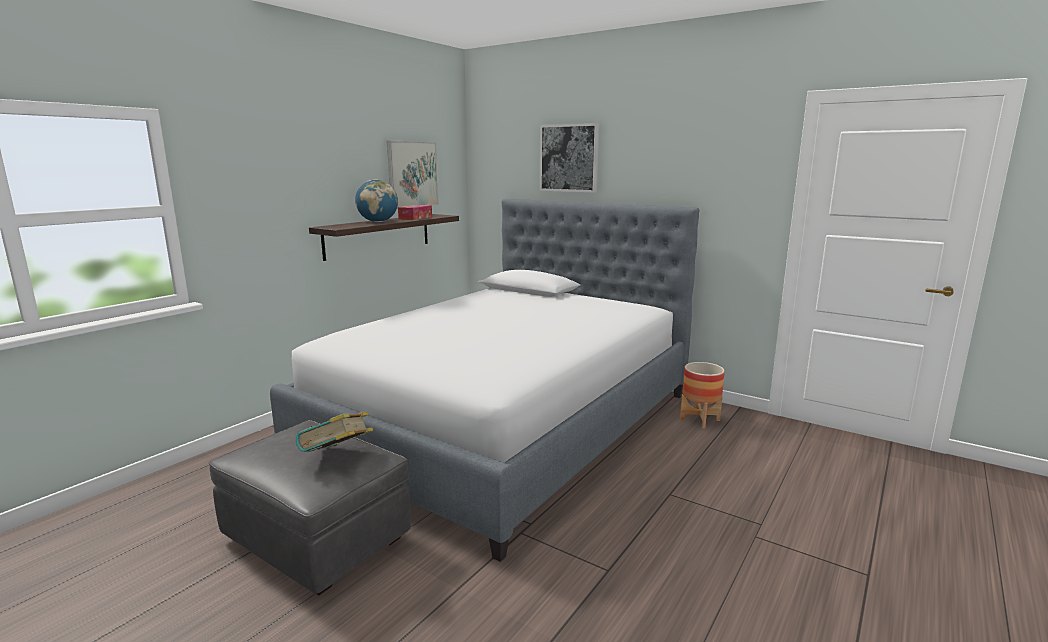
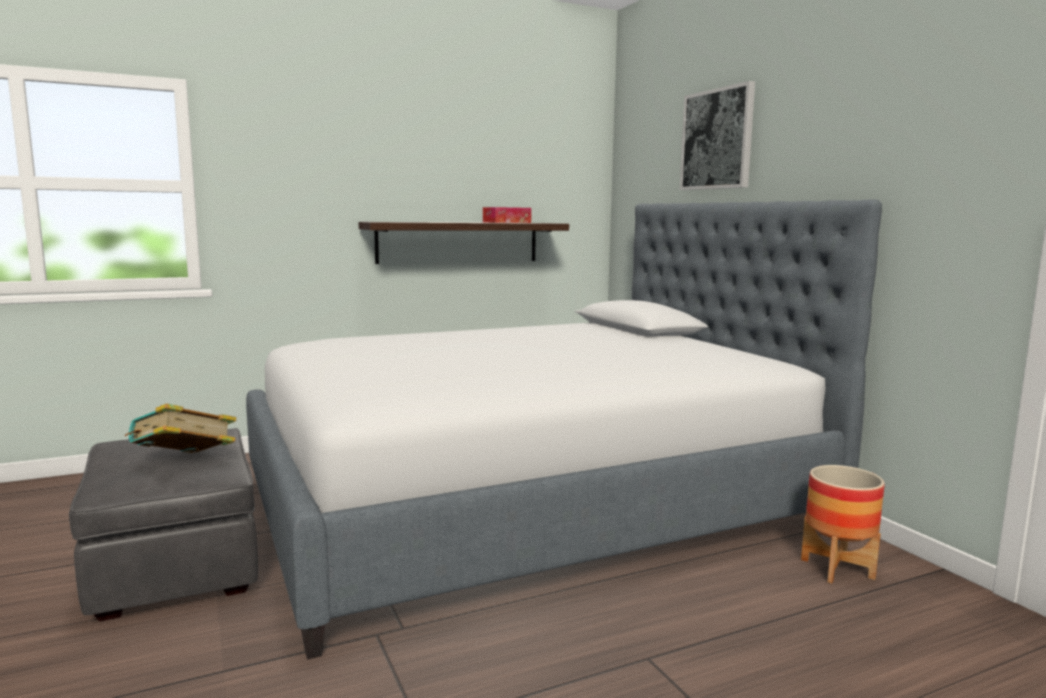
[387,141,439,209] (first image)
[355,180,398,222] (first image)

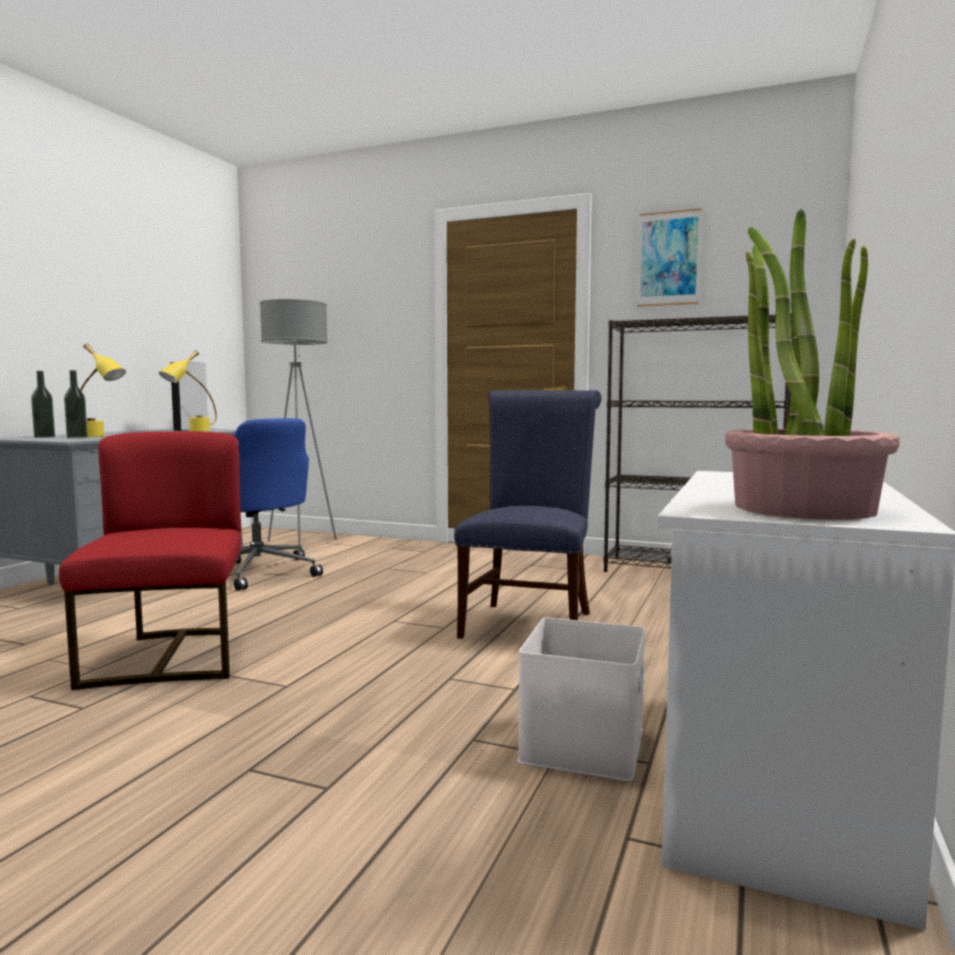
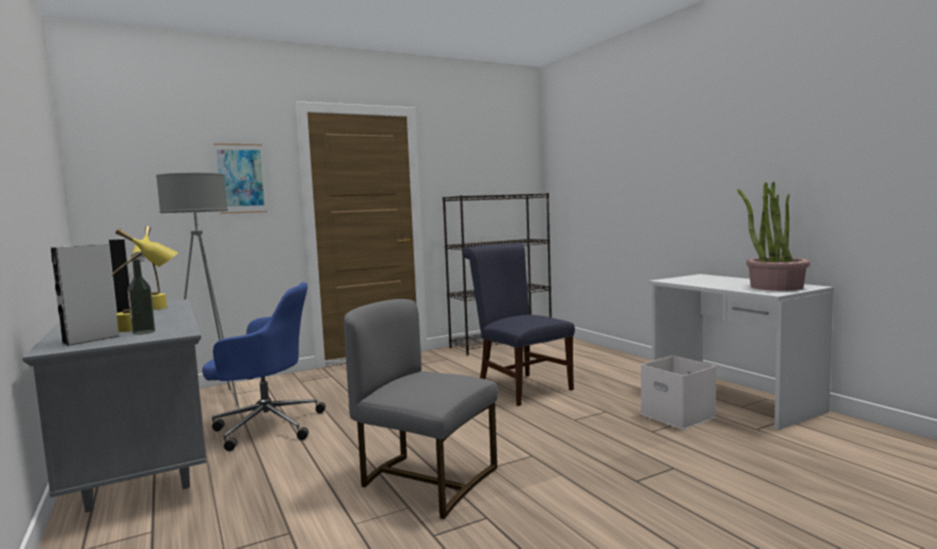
[214,143,267,214]
[51,244,119,346]
[344,299,498,519]

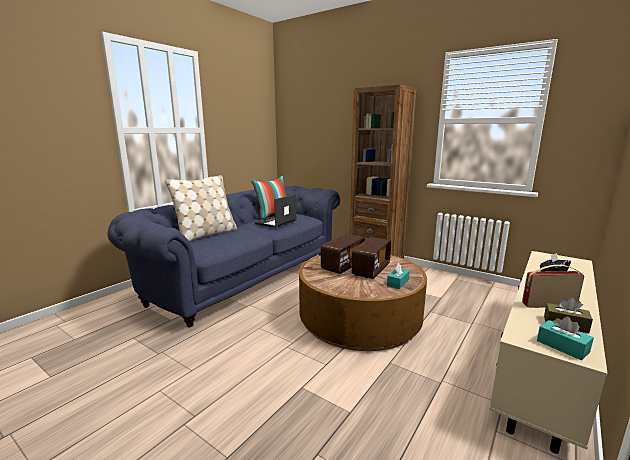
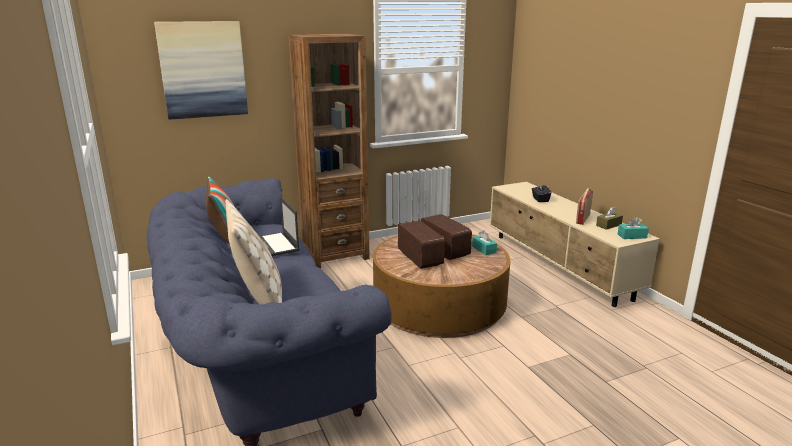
[154,21,248,120]

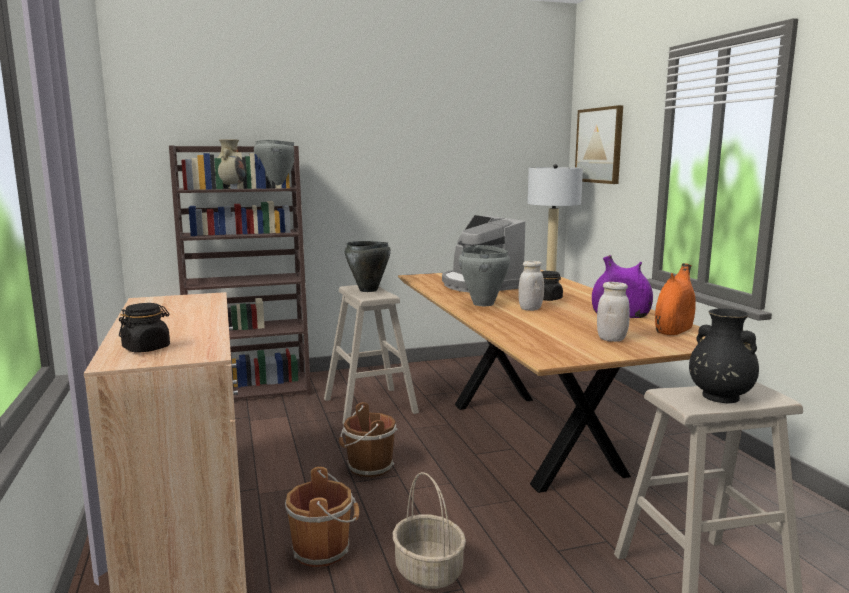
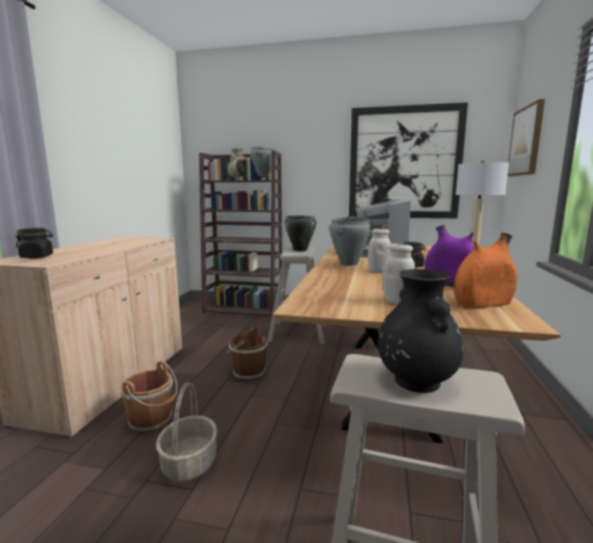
[349,102,468,218]

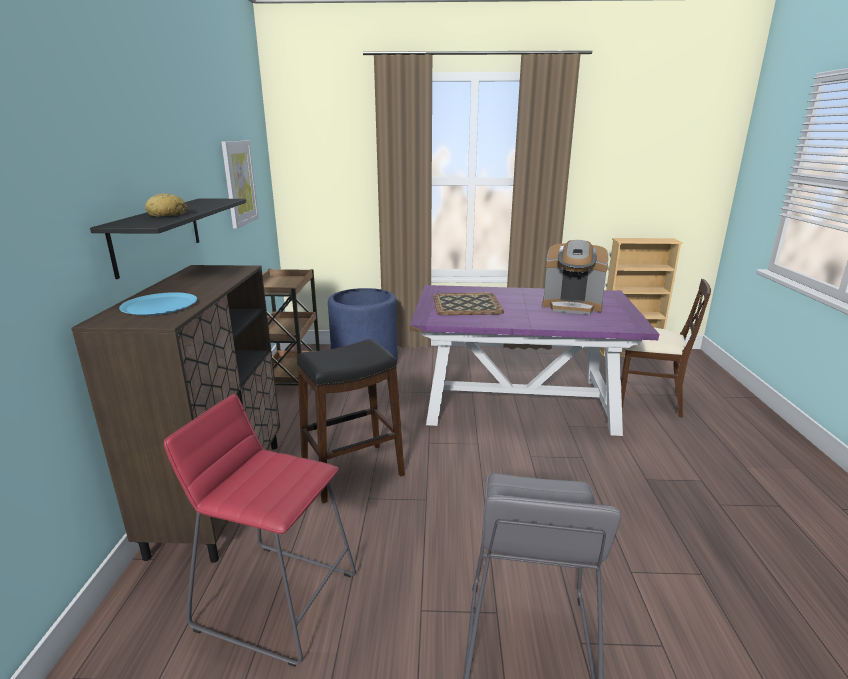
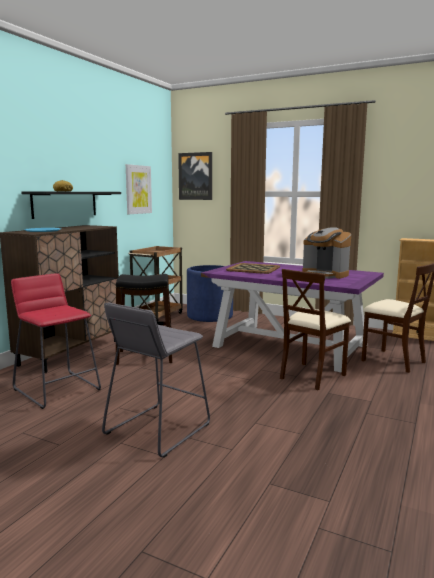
[178,152,212,200]
[280,269,351,390]

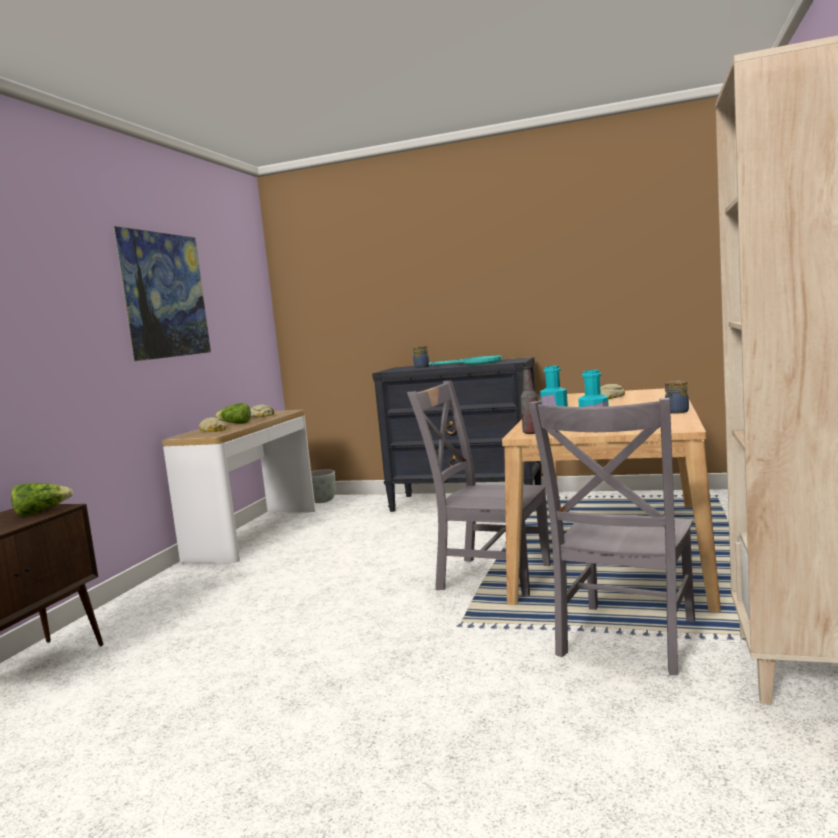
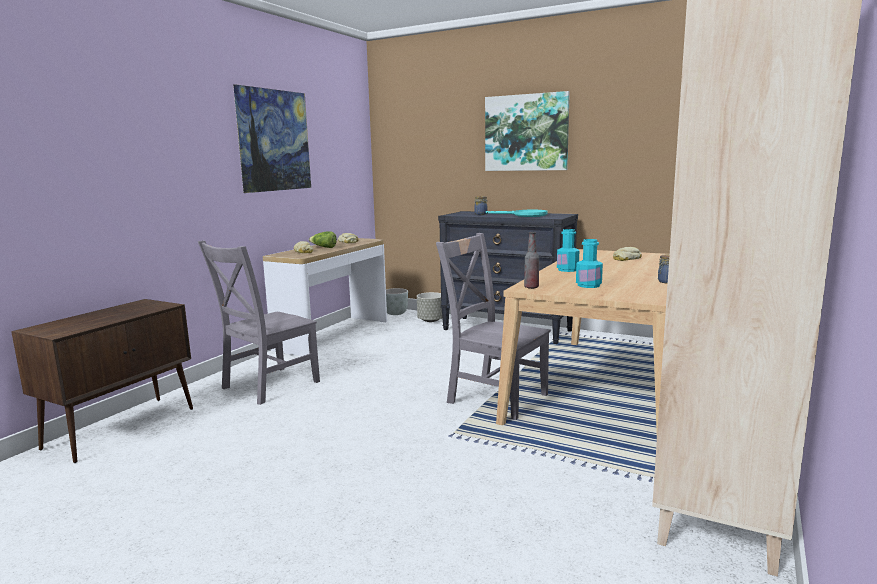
[198,241,320,405]
[11,483,73,516] (first image)
[485,91,570,171]
[417,292,442,322]

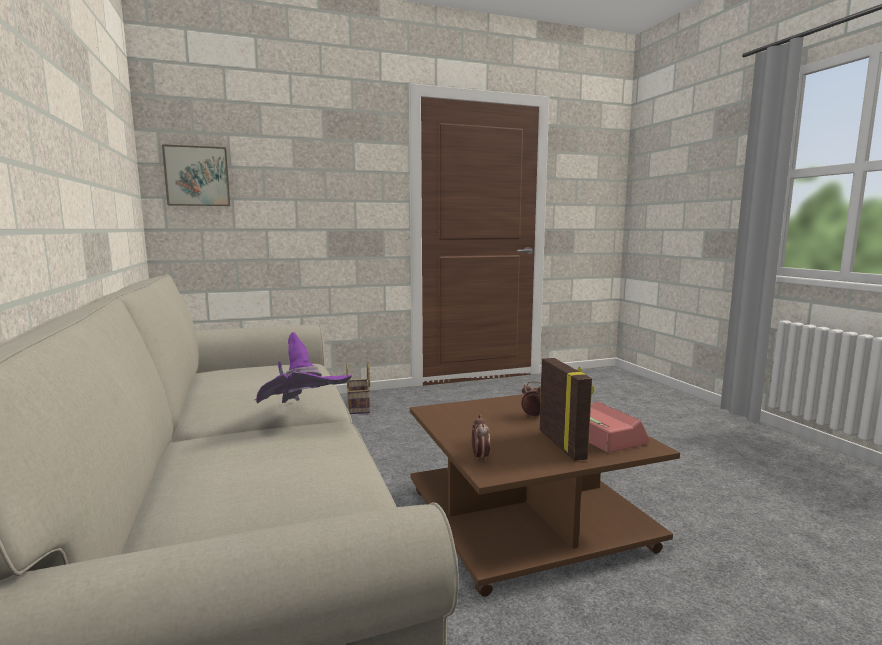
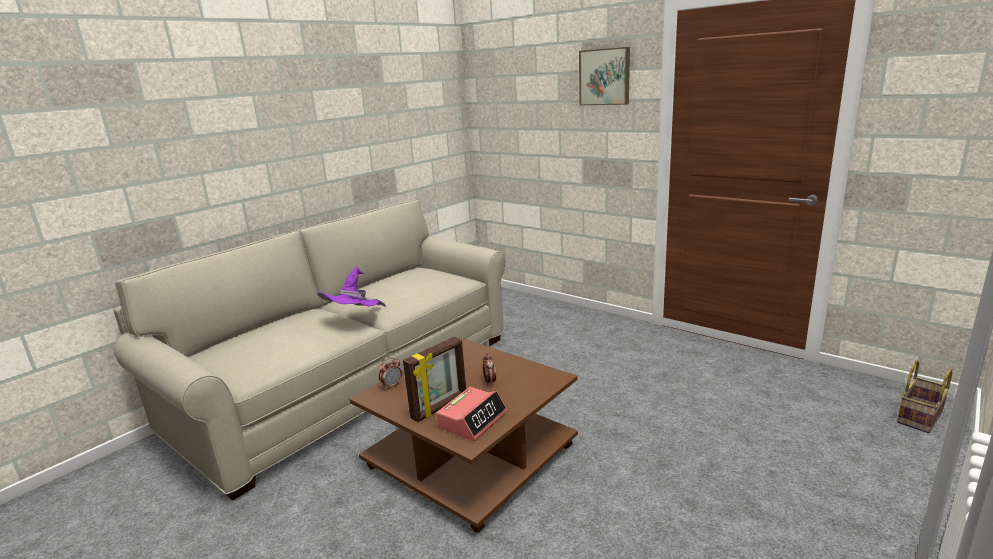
[579,47,630,105]
[897,360,952,433]

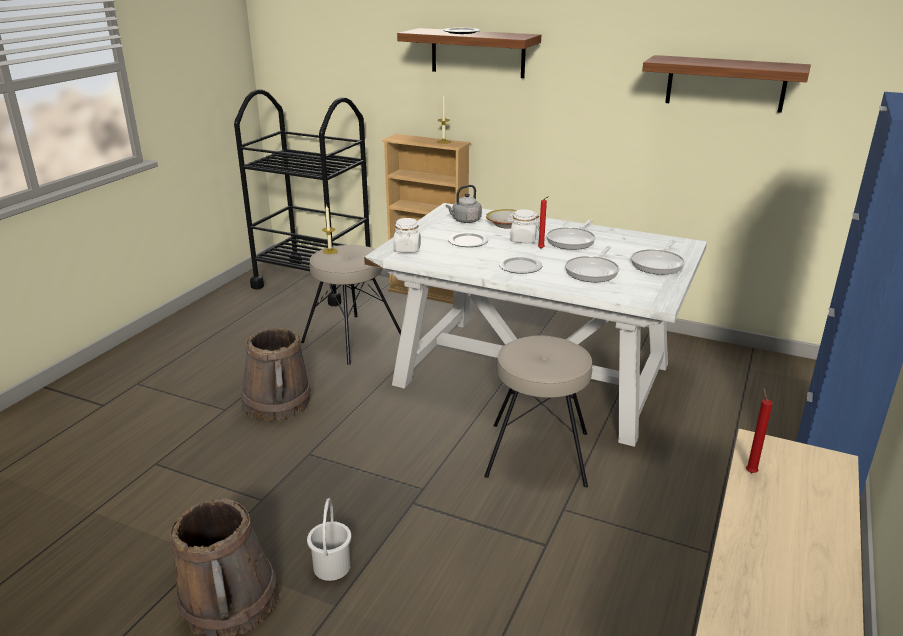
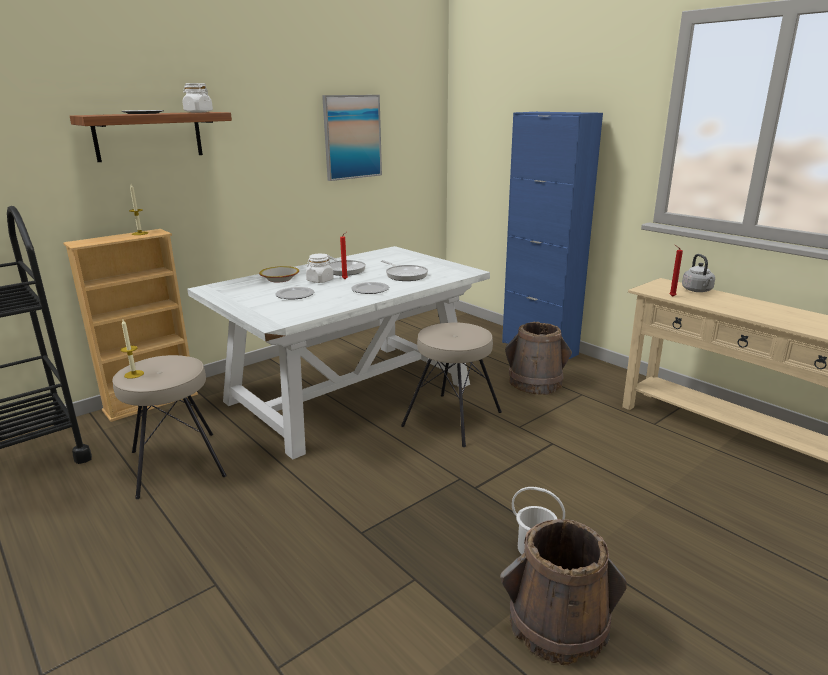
[322,95,382,181]
[682,254,715,292]
[183,83,213,113]
[631,240,685,275] (first image)
[505,322,572,395]

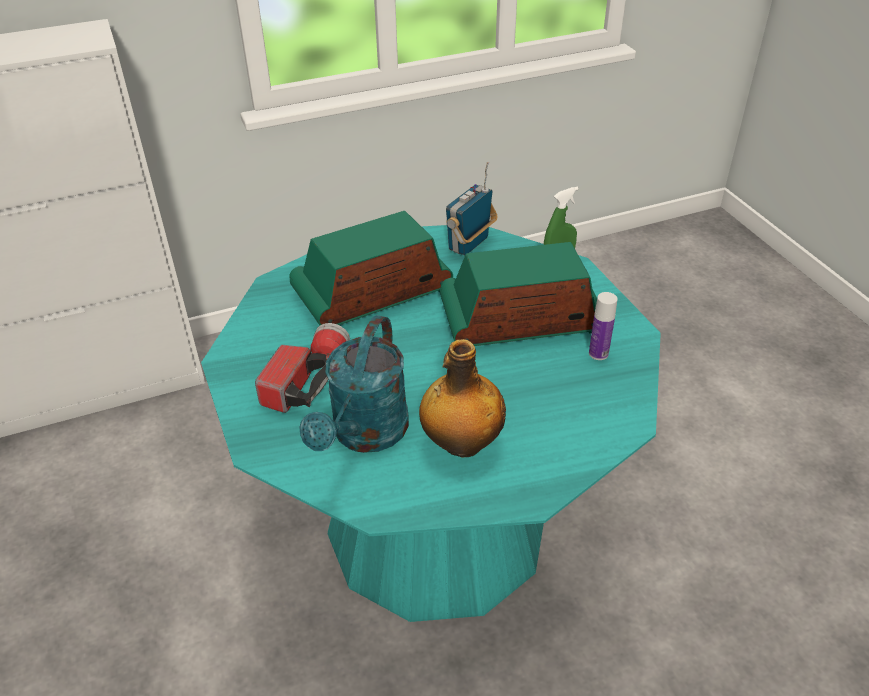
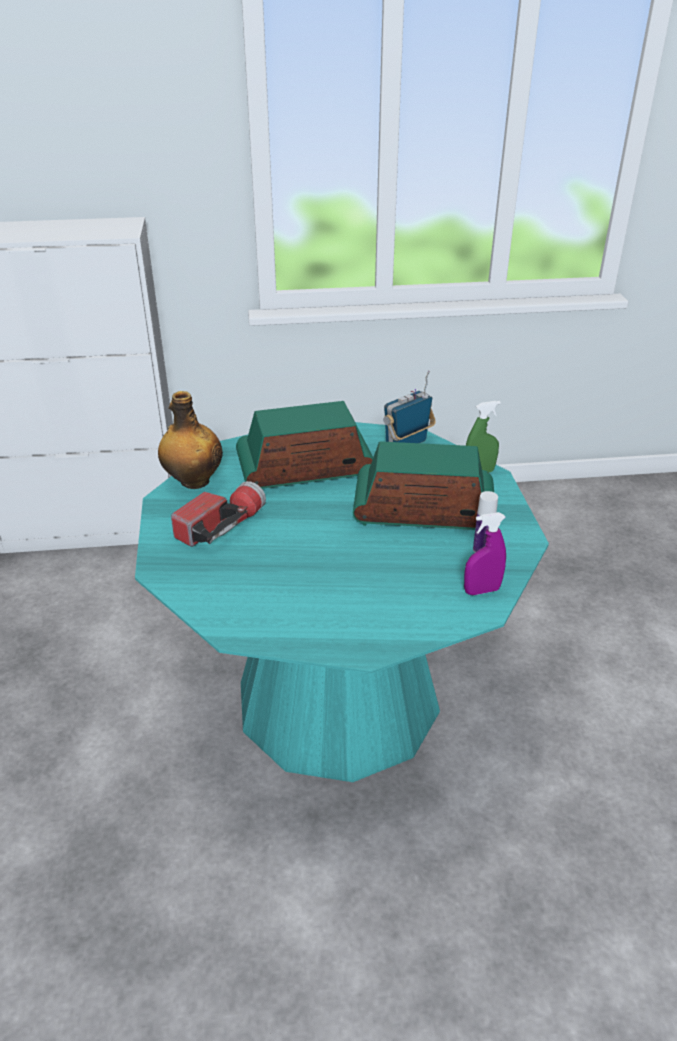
[299,315,409,453] (first image)
[158,391,223,489]
[464,512,506,595]

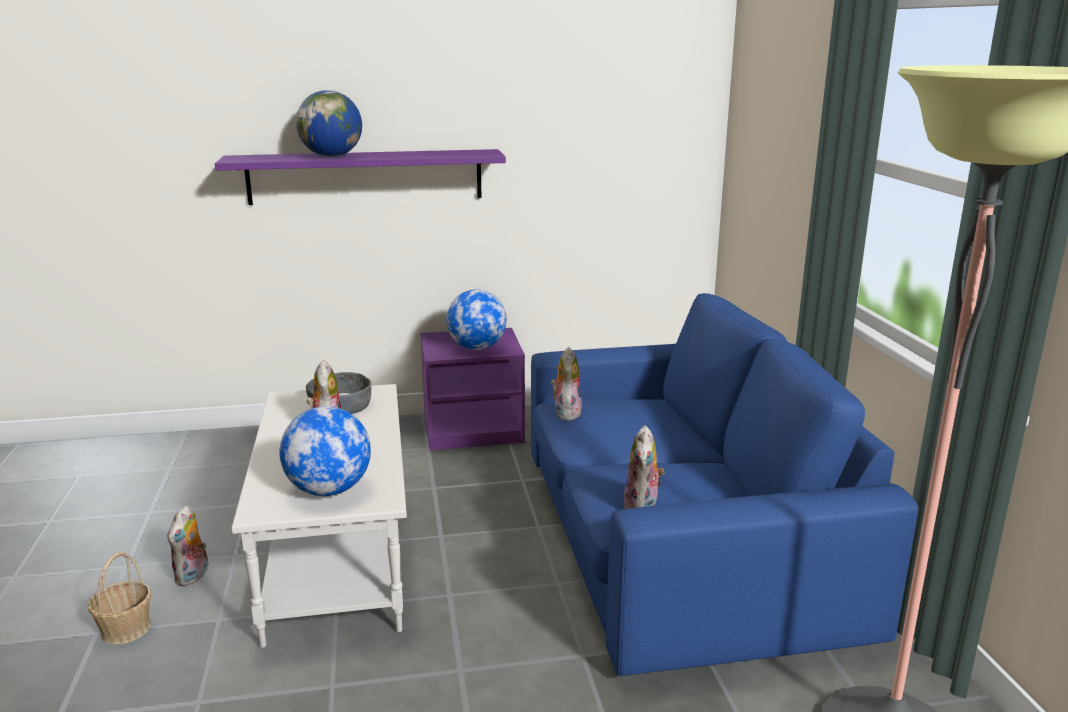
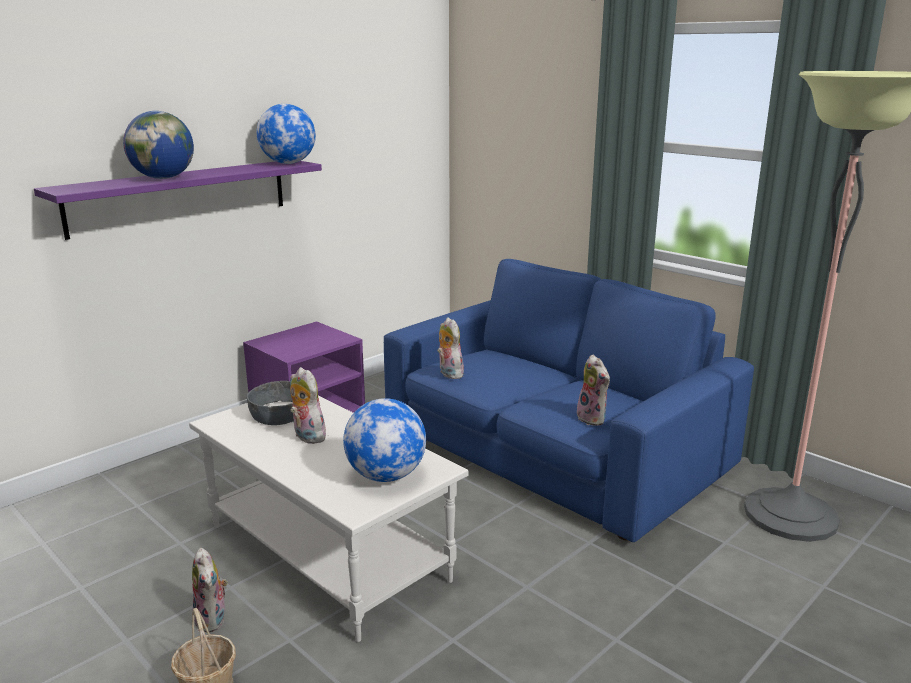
[257,104,316,164]

